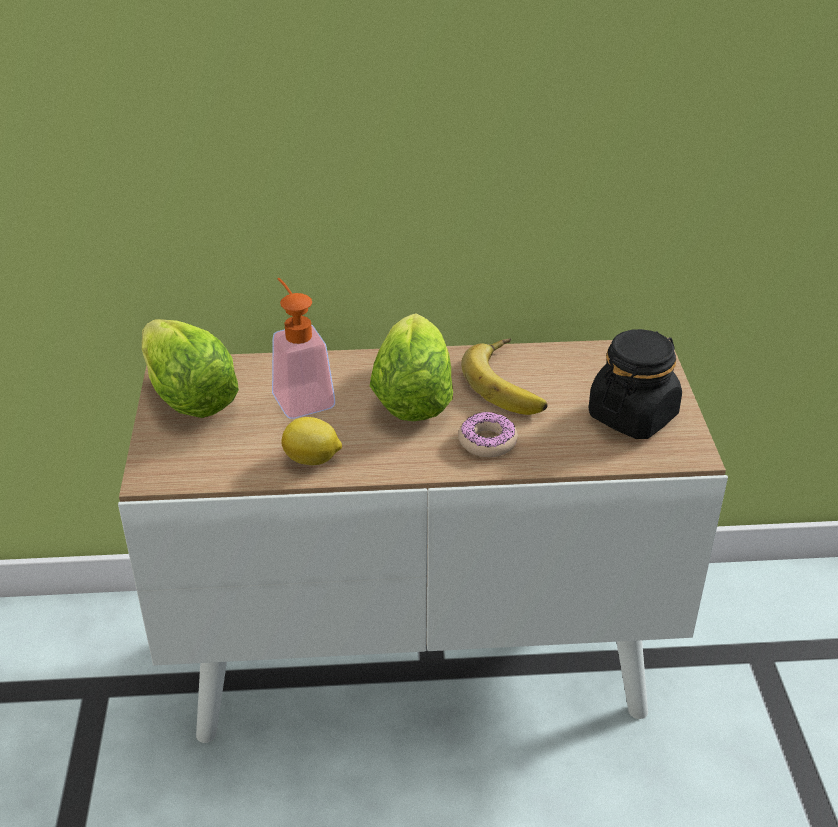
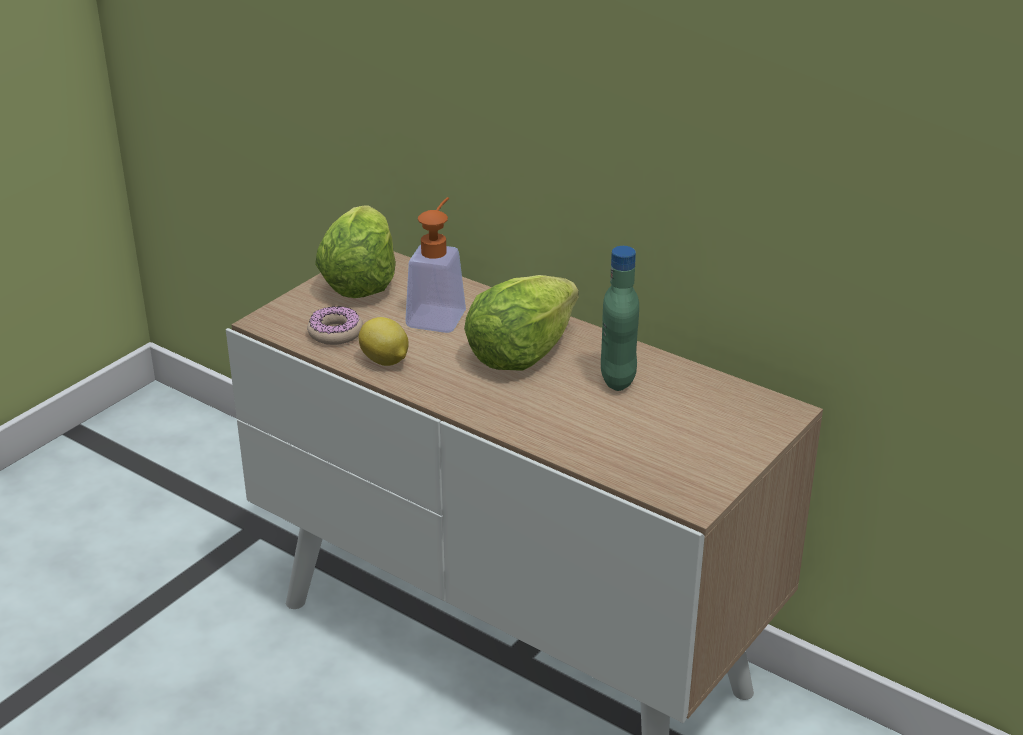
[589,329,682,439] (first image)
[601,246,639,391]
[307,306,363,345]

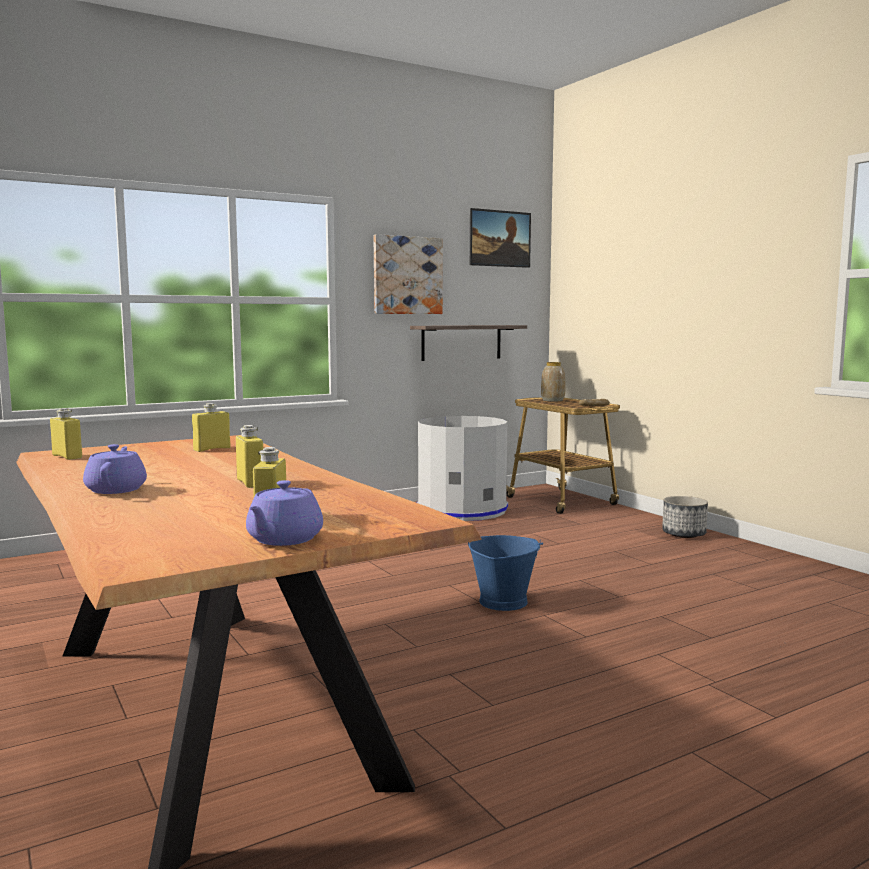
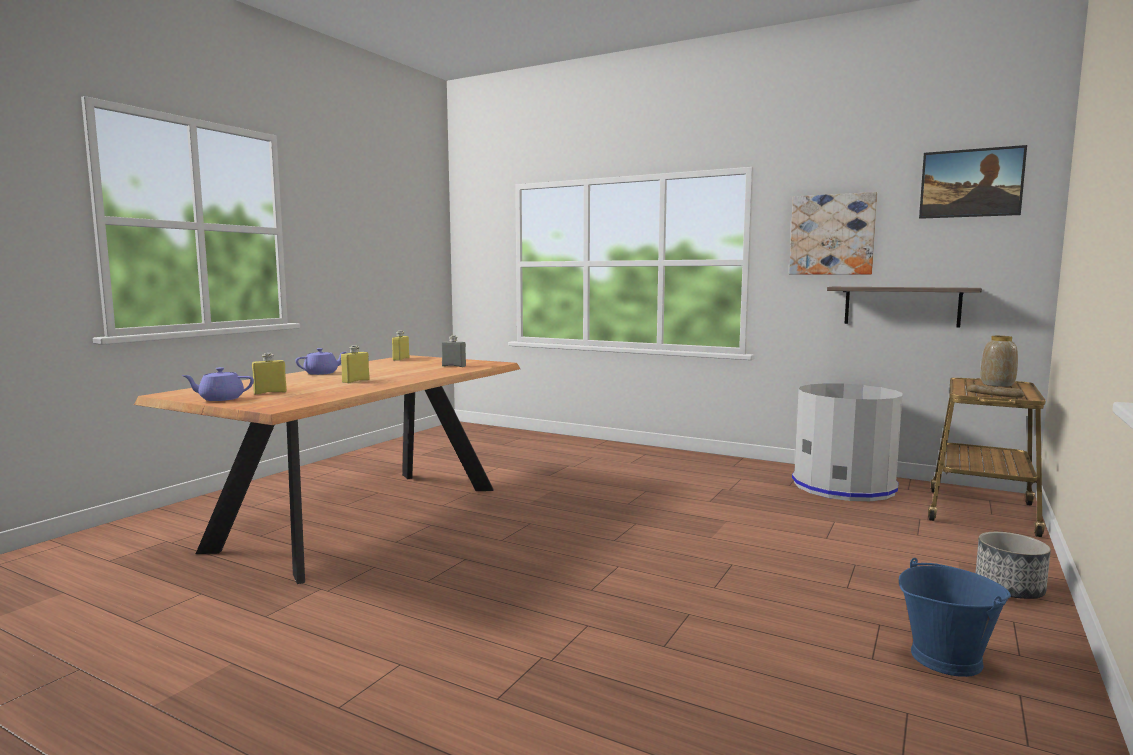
[441,335,466,367]
[899,558,1011,677]

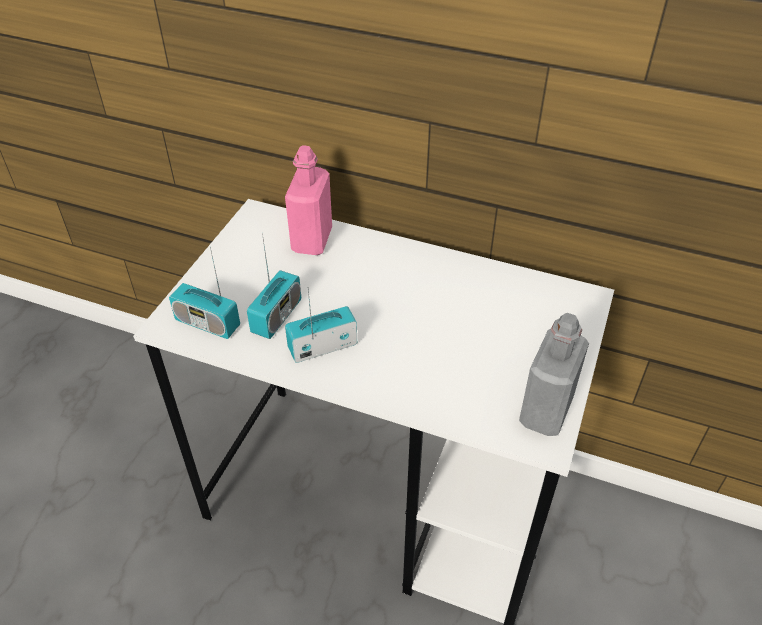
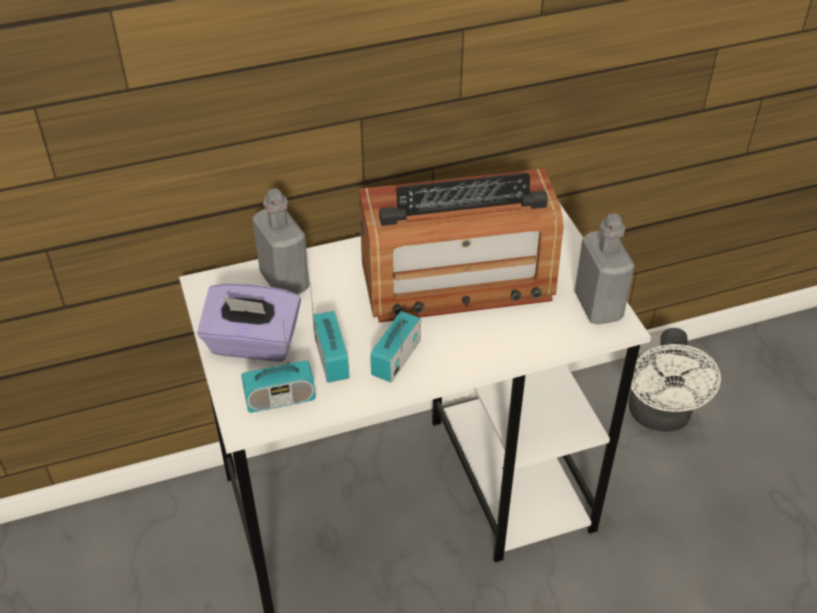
[252,188,310,294]
[359,168,563,323]
[197,283,301,362]
[629,328,721,432]

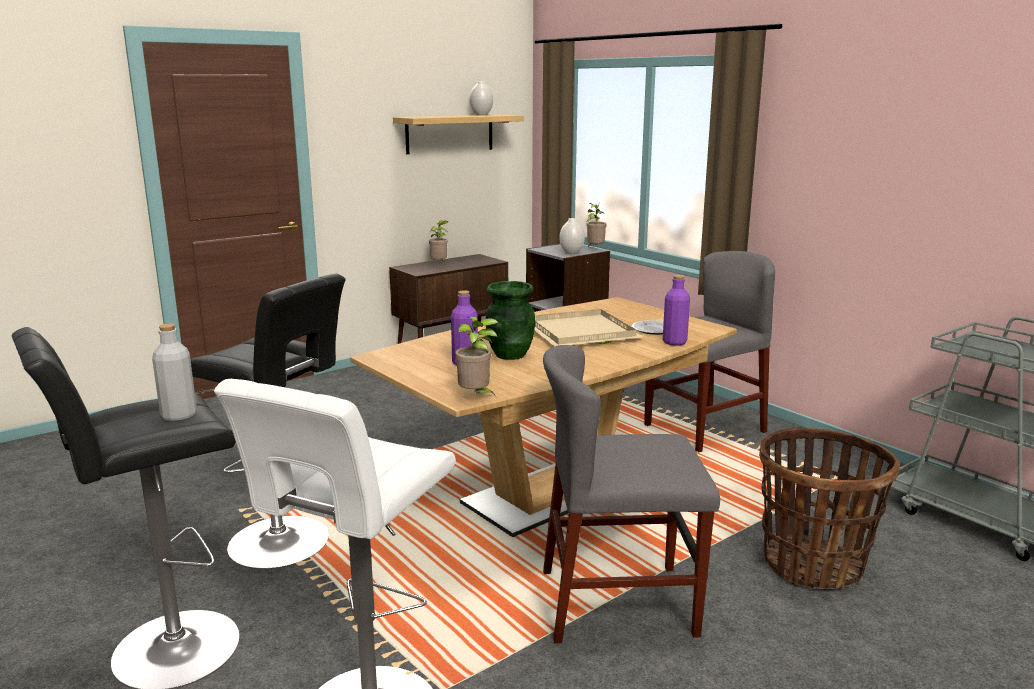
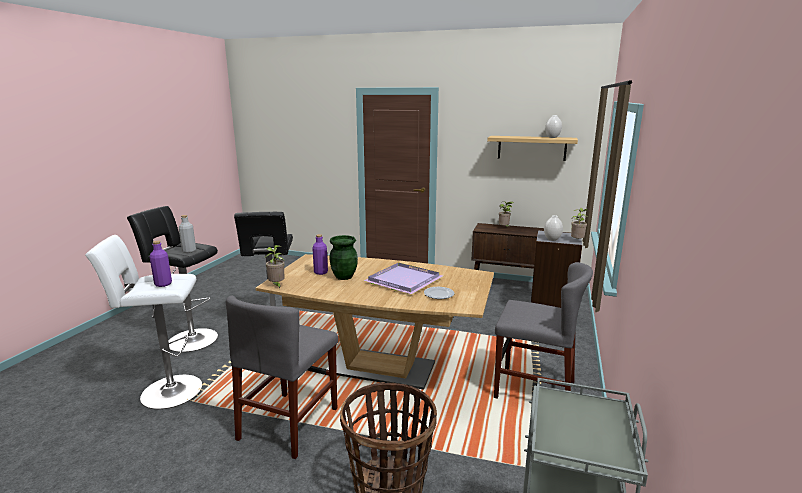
[150,241,172,287]
[364,263,443,294]
[226,295,338,459]

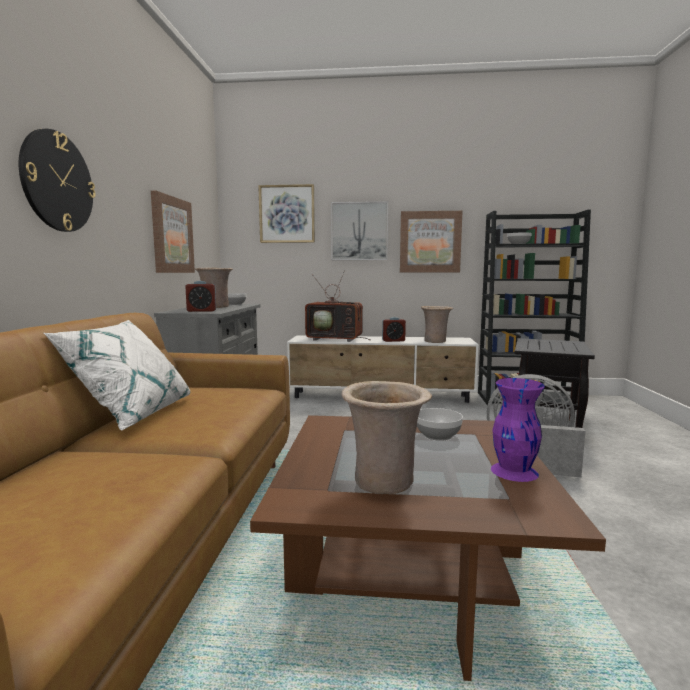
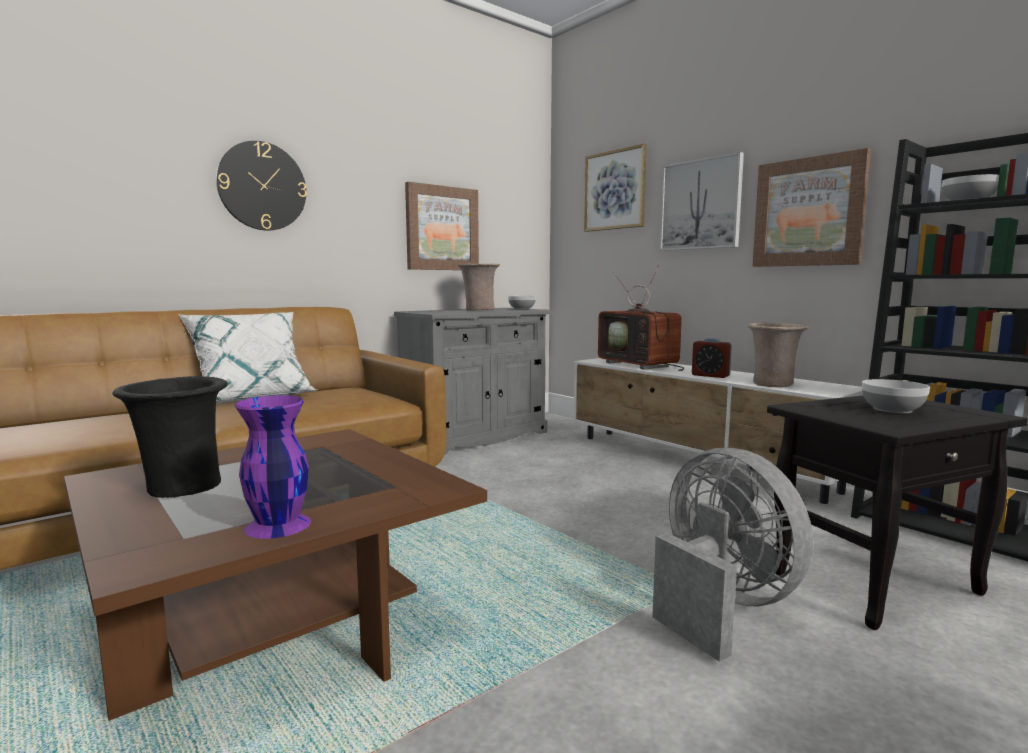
[185,281,216,312] (first image)
[112,376,228,498]
[862,379,930,413]

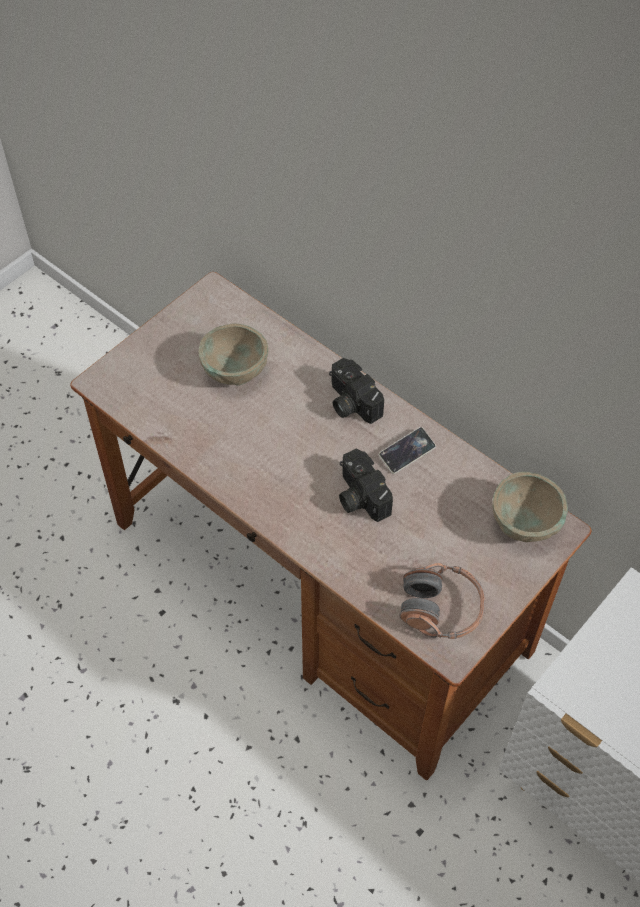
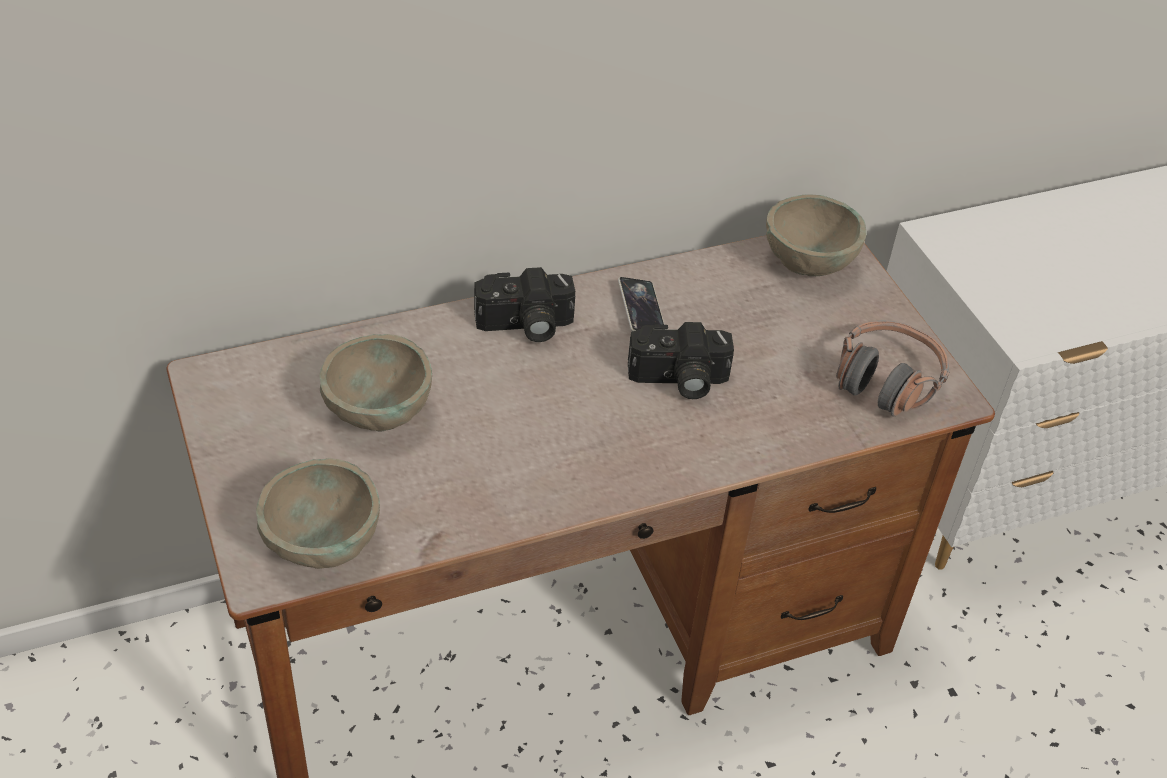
[256,458,380,569]

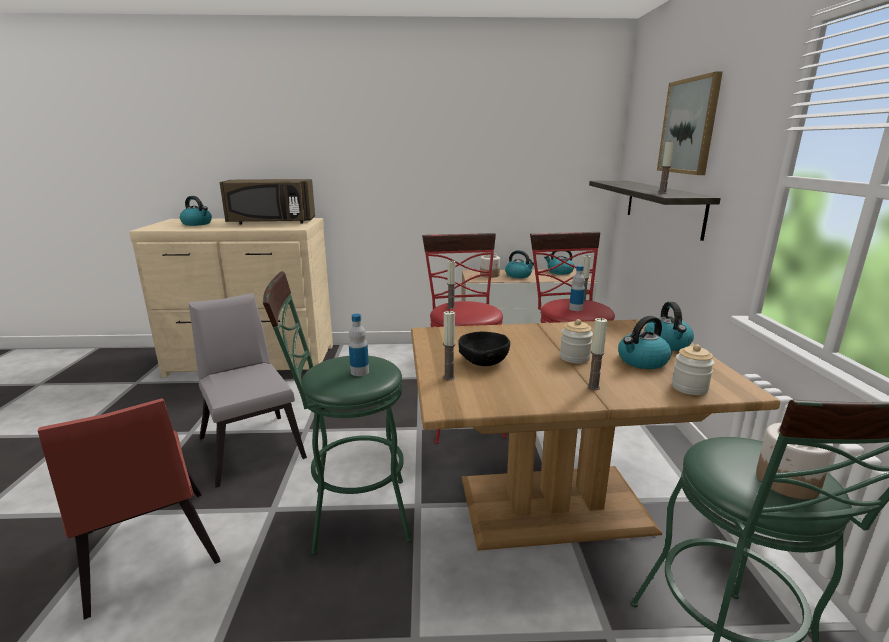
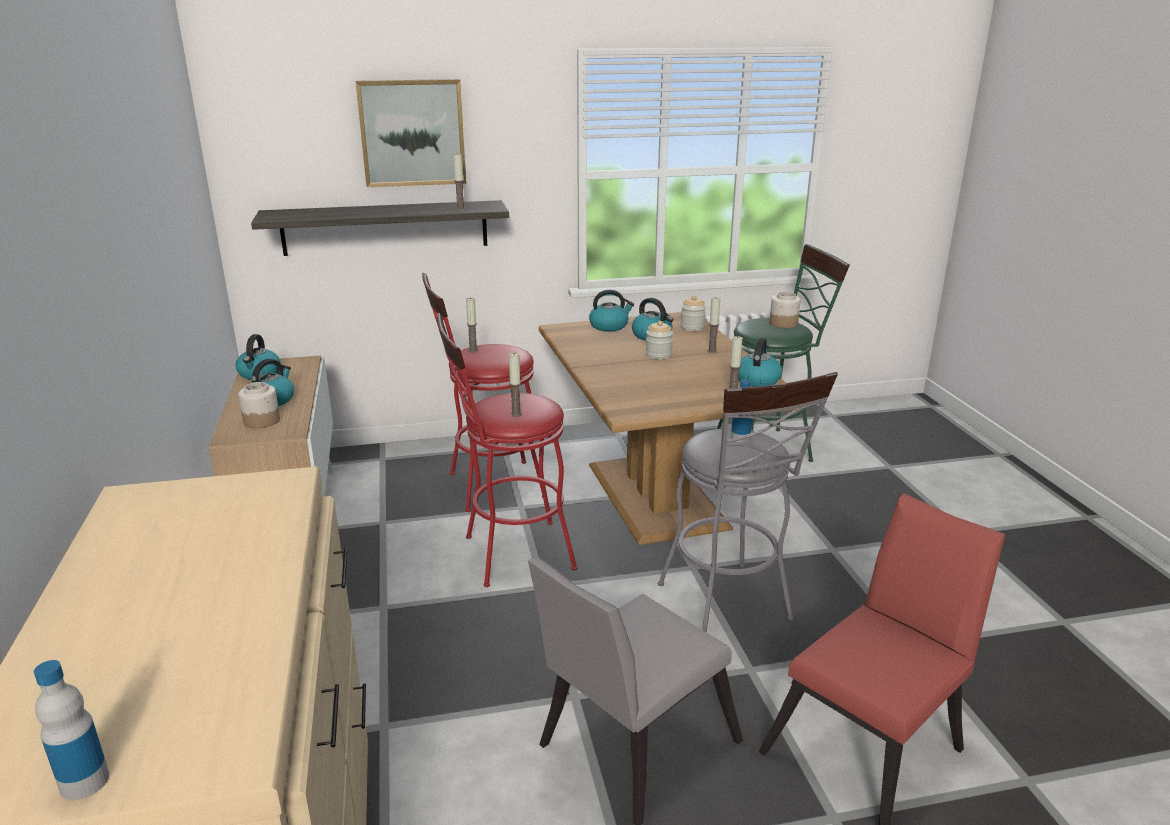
[220,179,315,225] (first image)
[738,338,782,387]
[34,660,109,800]
[658,372,838,633]
[459,332,510,366] (first image)

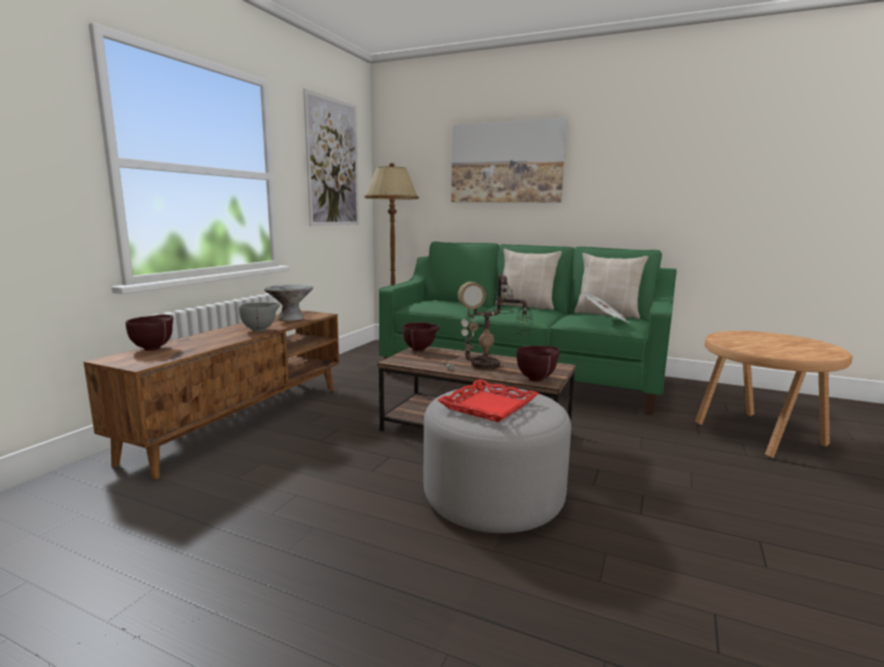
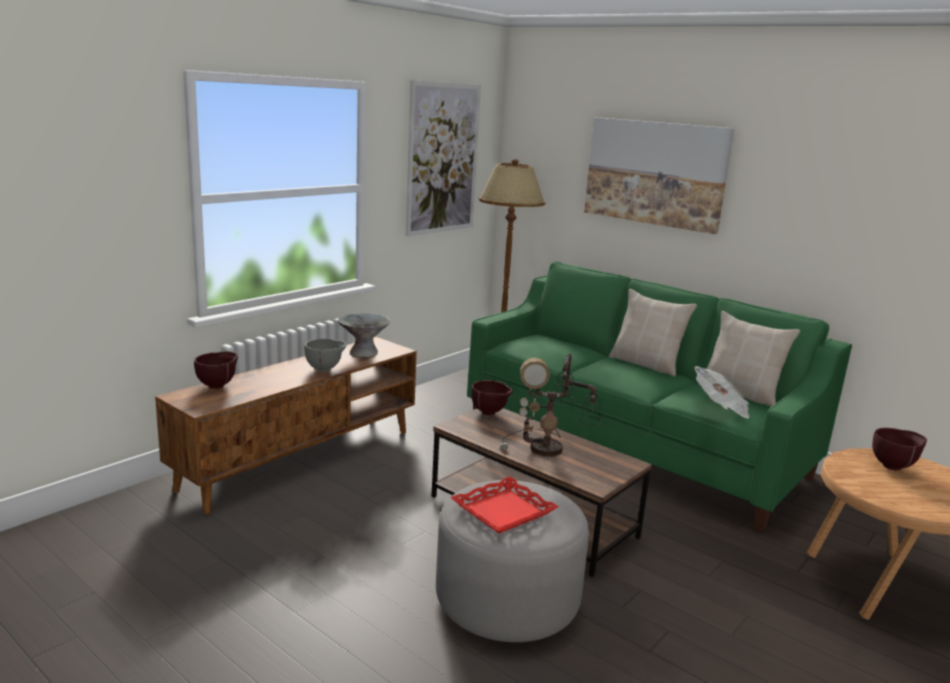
[872,428,927,471]

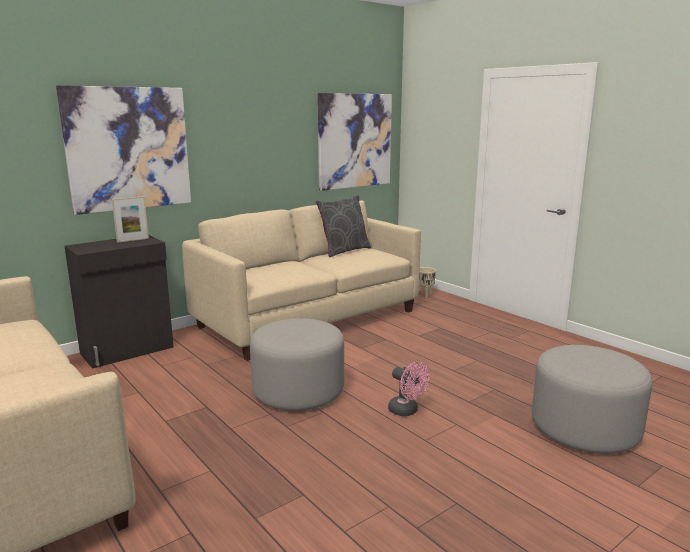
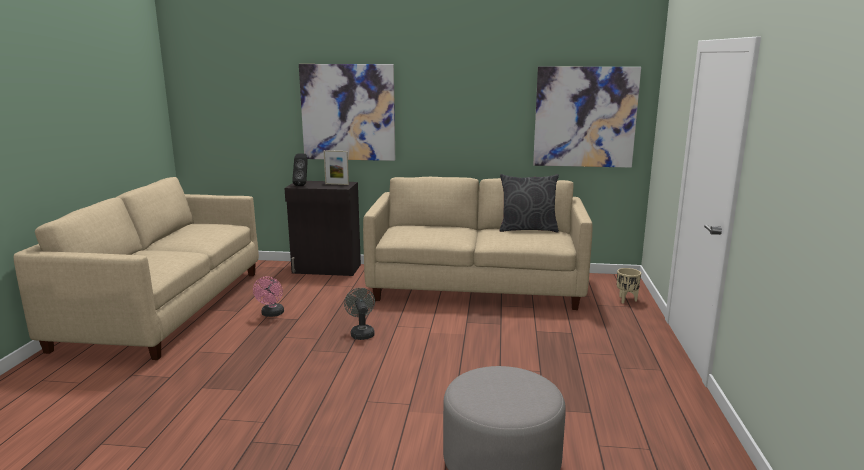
[344,288,375,340]
[253,276,284,317]
[292,153,308,186]

